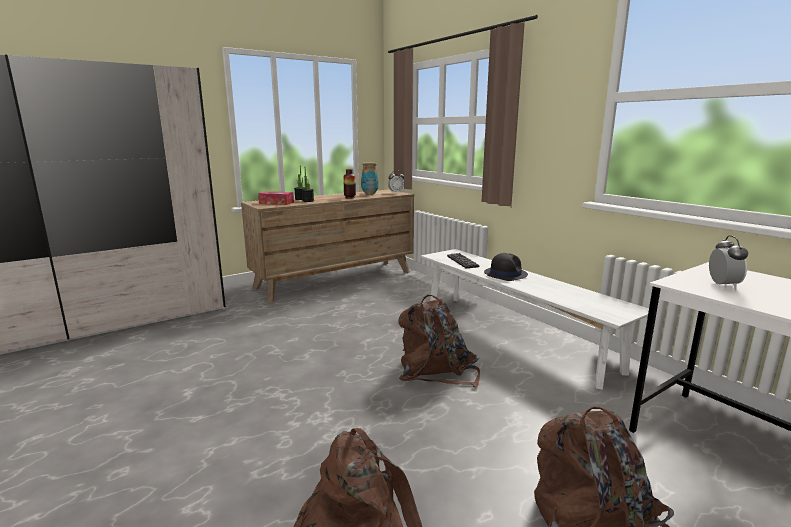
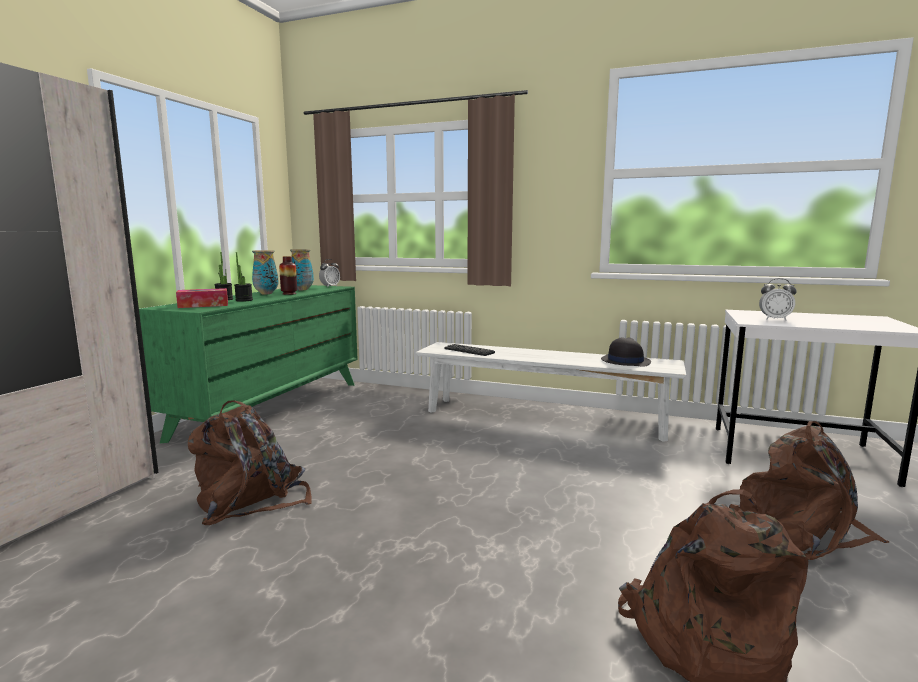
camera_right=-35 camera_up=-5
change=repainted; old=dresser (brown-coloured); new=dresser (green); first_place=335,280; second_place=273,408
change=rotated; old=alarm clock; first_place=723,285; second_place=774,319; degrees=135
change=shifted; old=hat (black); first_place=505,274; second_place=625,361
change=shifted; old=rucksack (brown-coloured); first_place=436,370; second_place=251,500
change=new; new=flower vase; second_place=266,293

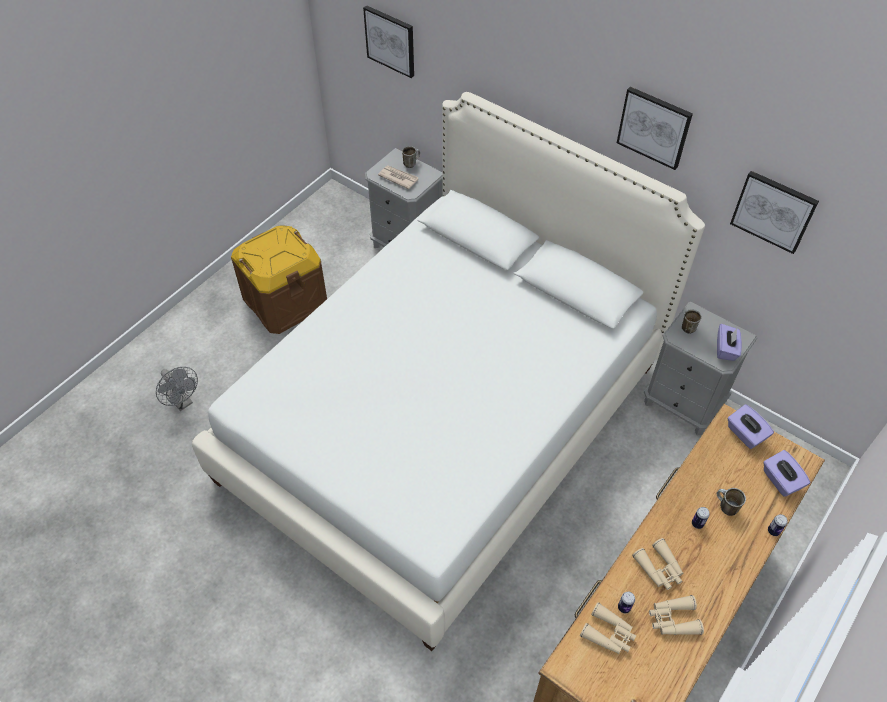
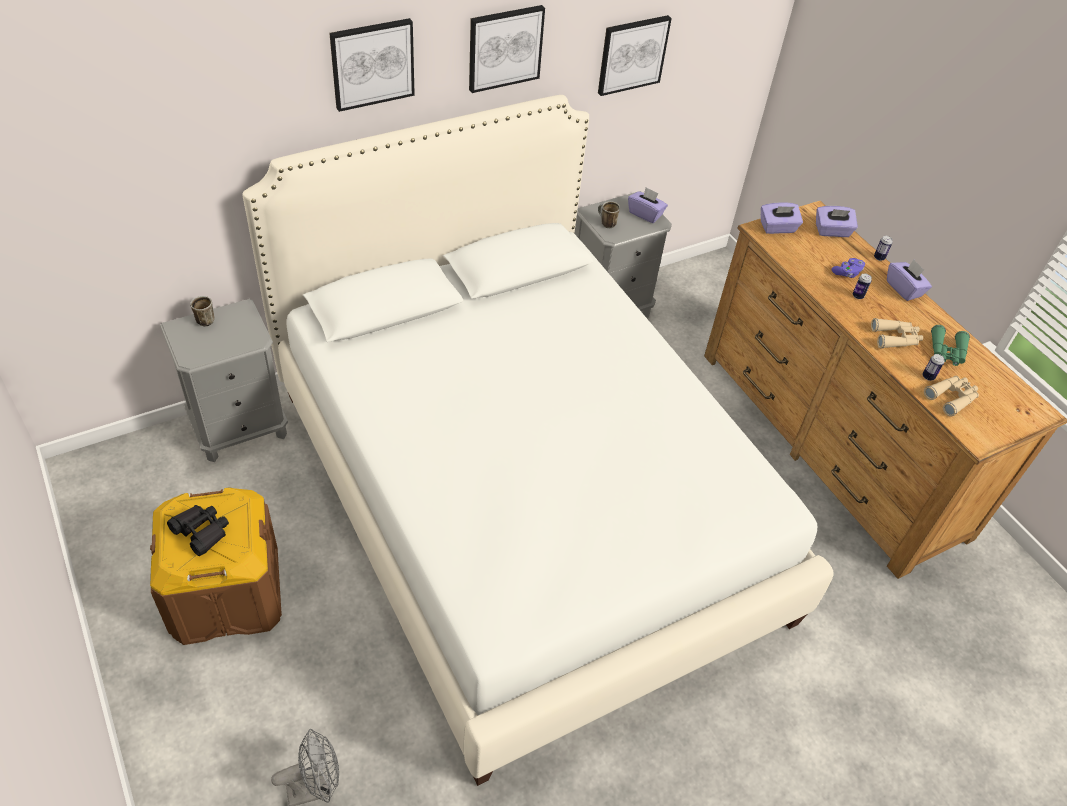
camera_right=-70 camera_up=-5
change=shifted; old=wall picture; first_place=390,41; second_place=372,63
change=gone; old=daily paper; first_place=398,178
change=swapped; old=tea mug; new=game controller (purple-coloured); first_place=725,507; second_place=847,273
change=repainted; old=binoculars (beige); new=binoculars (green); first_place=672,619; second_place=947,352
change=new; new=tissue box (purple-coloured); second_place=904,289
change=new; new=binoculars (black); second_place=201,532

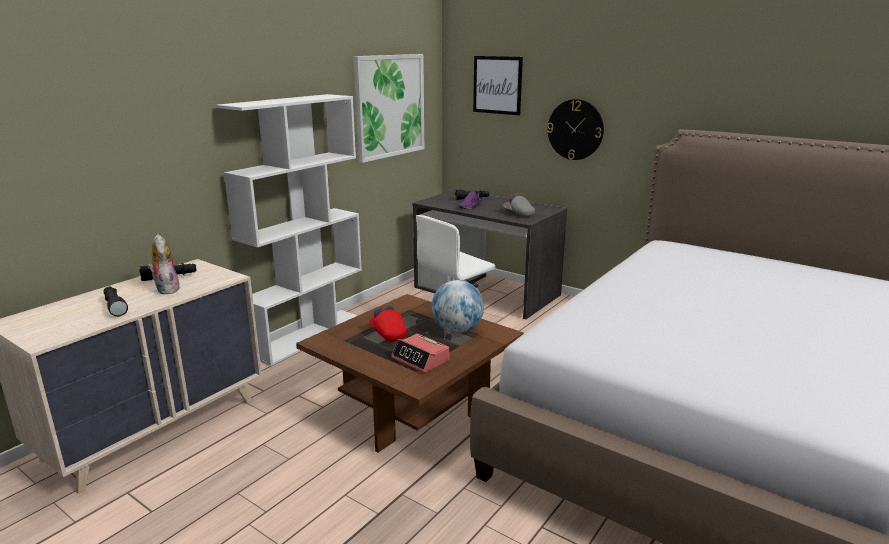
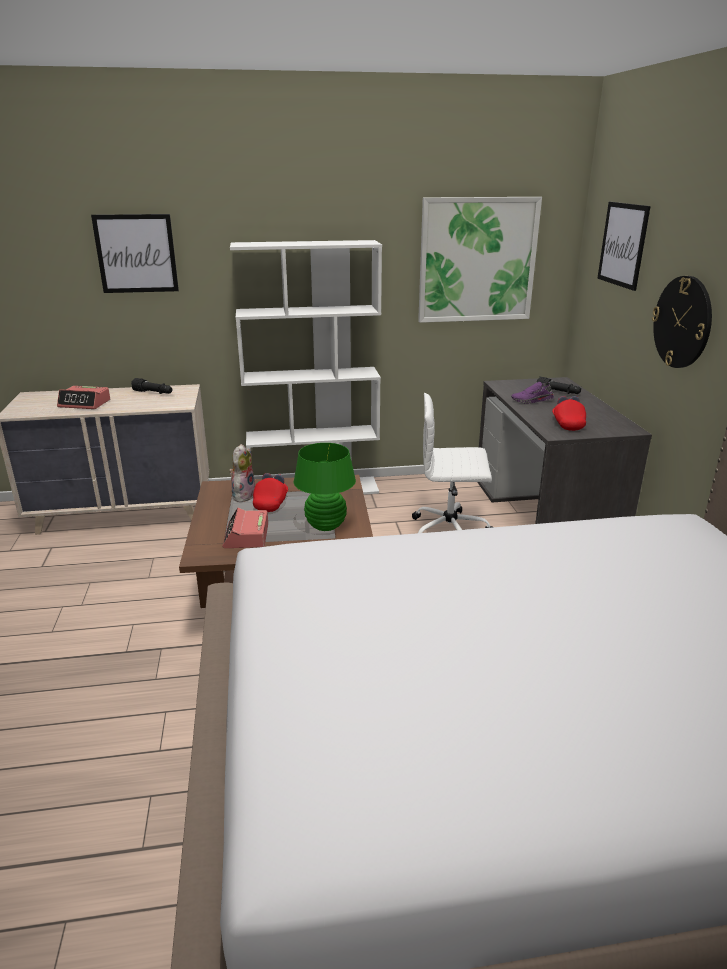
camera_right=45 camera_up=5
change=repainted; old=cap (greyish); new=cap (red-coloured); first_place=518,214; second_place=567,424
change=shifted; old=plush toy; first_place=166,289; second_place=243,495
change=swapped; old=globe; new=tabletop lamp (green); first_place=457,330; second_place=326,525
change=swapped; old=torch (black); new=alarm clock; first_place=115,306; second_place=85,403
change=new; new=wall picture; second_place=136,253

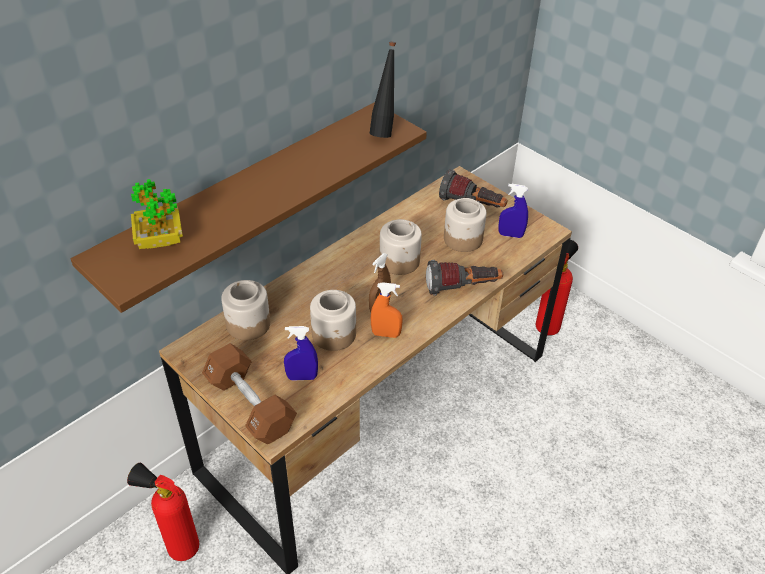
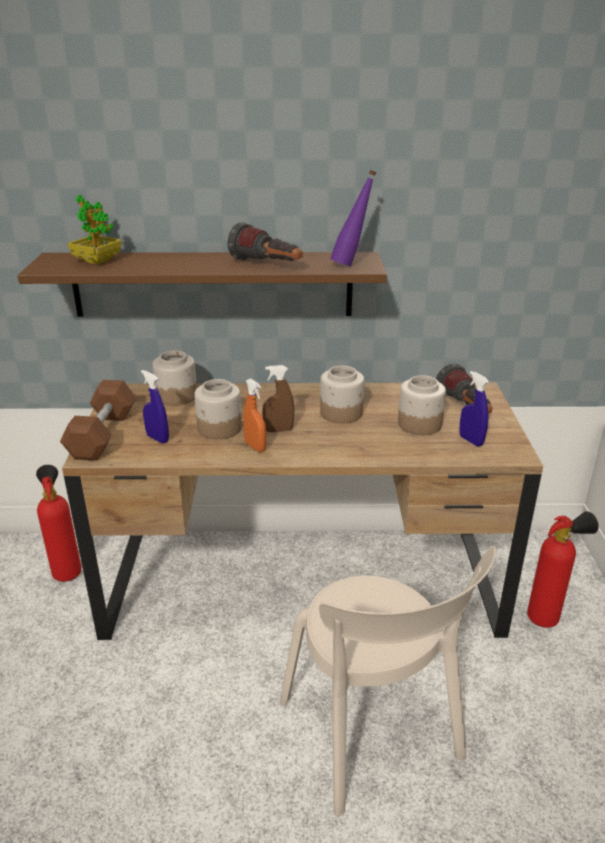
camera_right=45 camera_up=-15
change=repainted; old=beverage bottle (black); new=beverage bottle (purple-coloured); first_place=384,131; second_place=351,264
change=shifted; old=torch; first_place=462,288; second_place=268,266
change=new; new=plain chair (beige); second_place=373,736

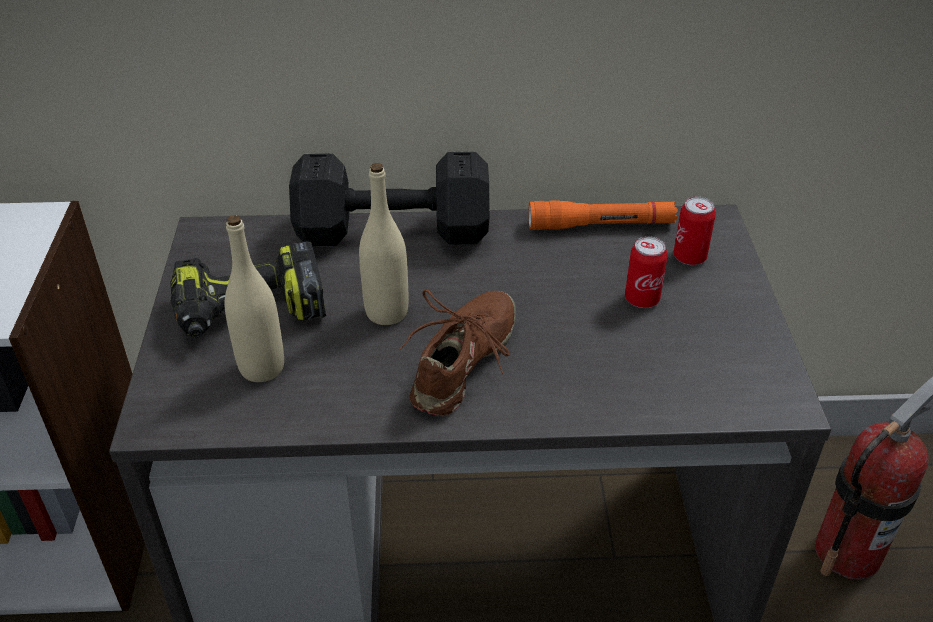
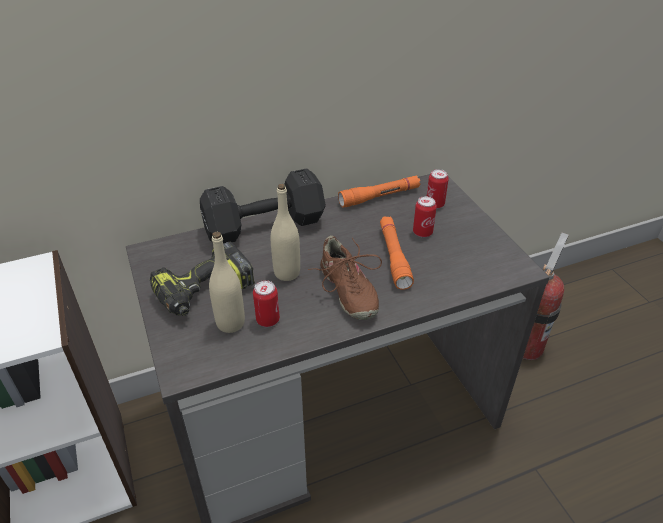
camera_right=-20 camera_up=0
change=rotated; old=low shoe (brown-coloured); first_place=464,364; second_place=347,291; degrees=150
change=new; new=torch (orange-coloured); second_place=394,257
change=new; new=sealed can; second_place=267,320

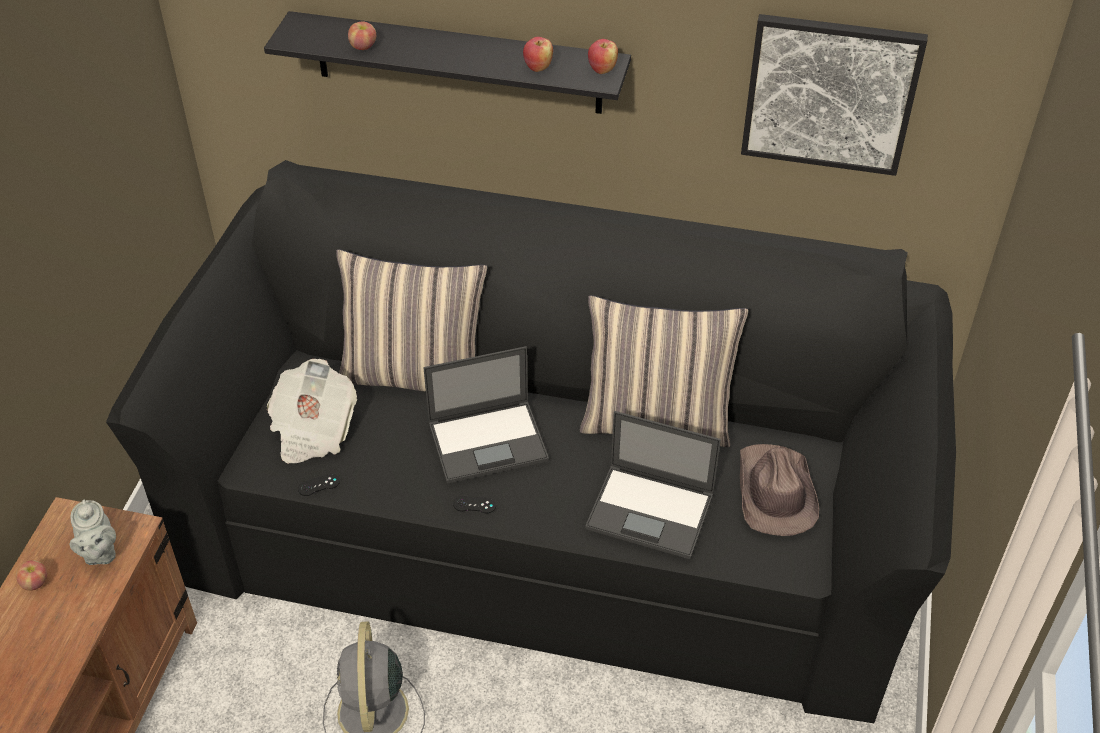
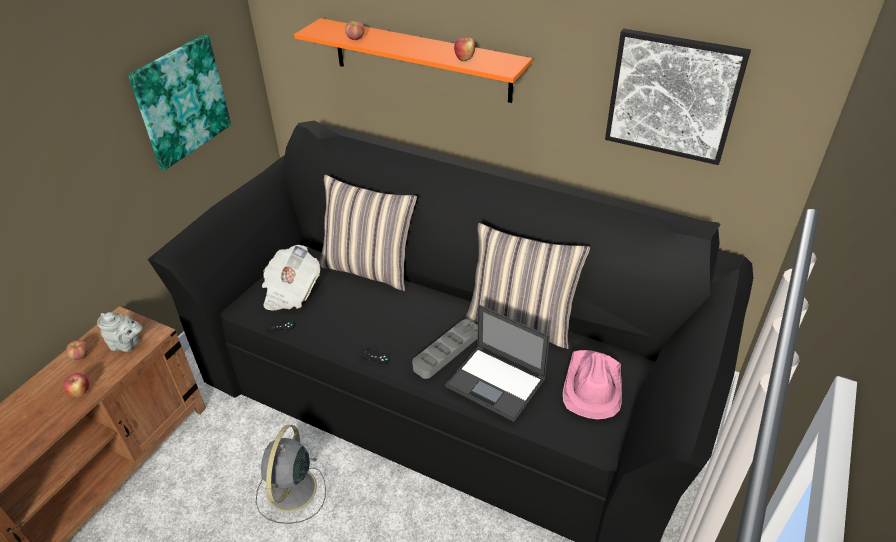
camera_right=15 camera_up=-5
change=repainted; old=wall shelf (black); new=wall shelf (orange-coloured); first_place=458,63; second_place=421,60
change=shifted; old=apple fruit; first_place=602,69; second_place=80,392
change=gone; old=notebook computer; first_place=489,441
change=repainted; old=hat (brown-coloured); new=hat (pink); first_place=774,492; second_place=592,386
change=rotated; old=teapot (greyish); first_place=99,553; second_place=127,344; degrees=-75
change=new; new=wall picture; second_place=181,101
change=new; new=serving tray (greyish); second_place=446,351

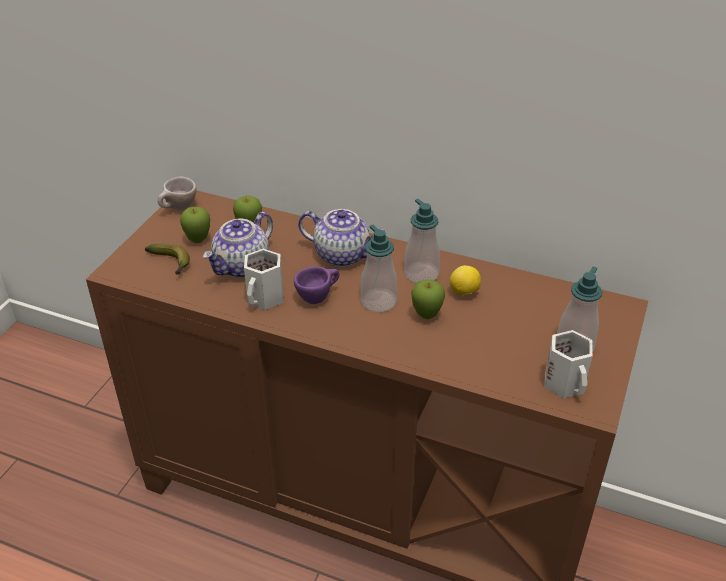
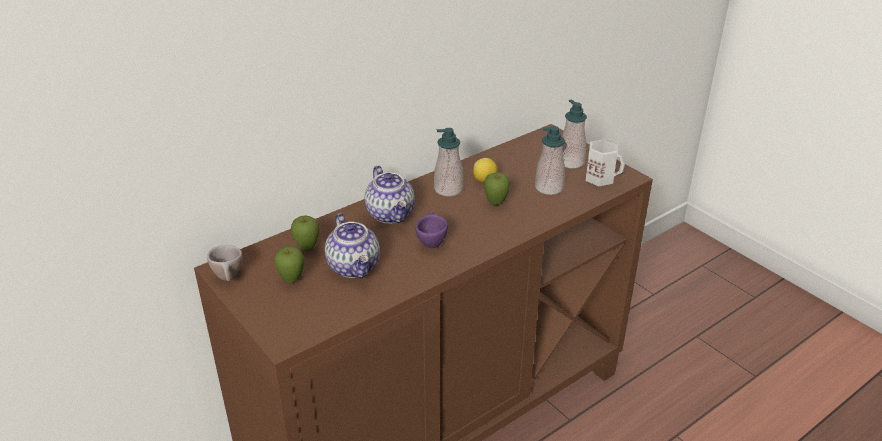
camera_right=-60 camera_up=-5
change=rotated; old=teapot; first_place=343,255; second_place=391,214; degrees=105
change=shifted; old=liquid soap bottle; first_place=378,301; second_place=549,188
change=gone; old=whole banana; first_place=171,263
change=gone; old=tea mug (whitish); first_place=265,298

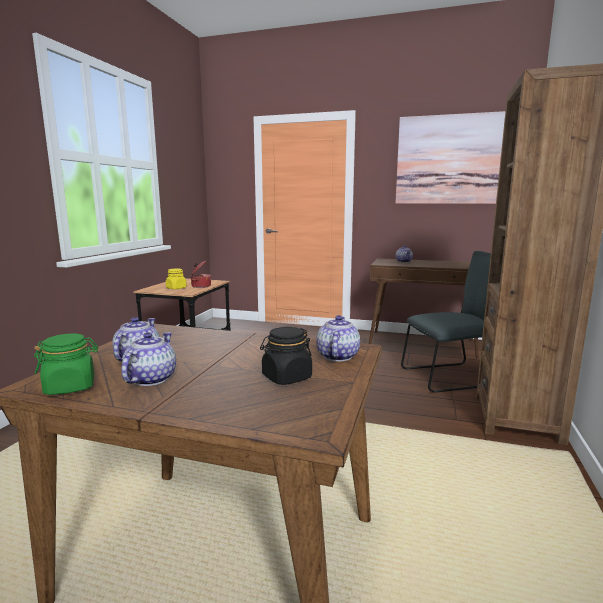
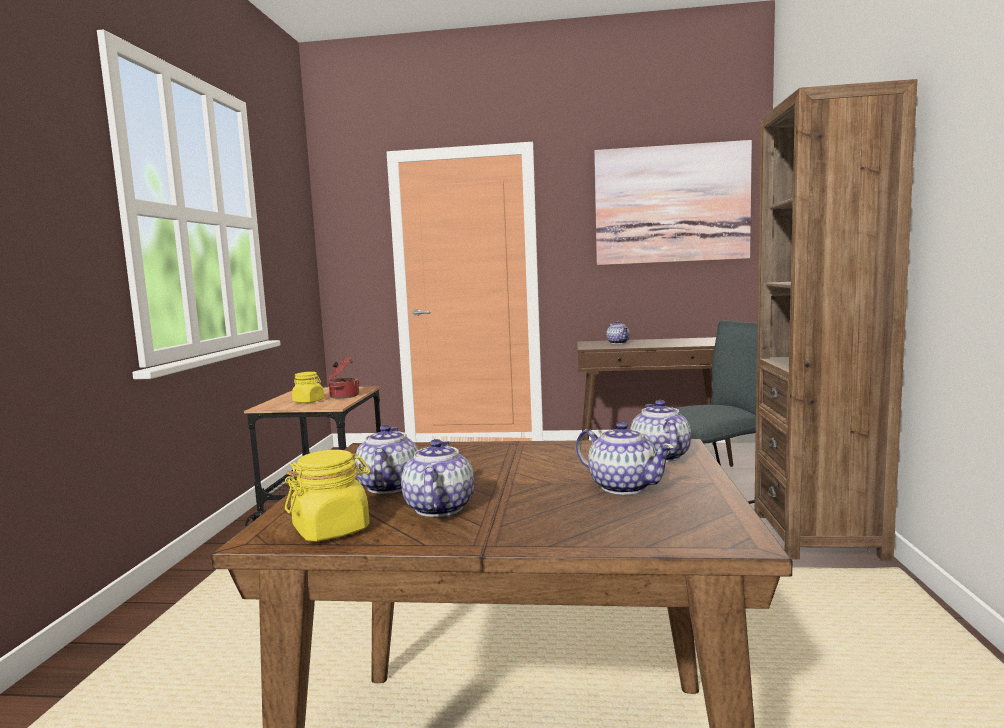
camera_right=-10 camera_up=-5
change=swapped; old=storage jar (black); new=teapot; first_place=286,377; second_place=623,486
change=repainted; old=storage jar (green); new=storage jar (yellow); first_place=70,387; second_place=332,529

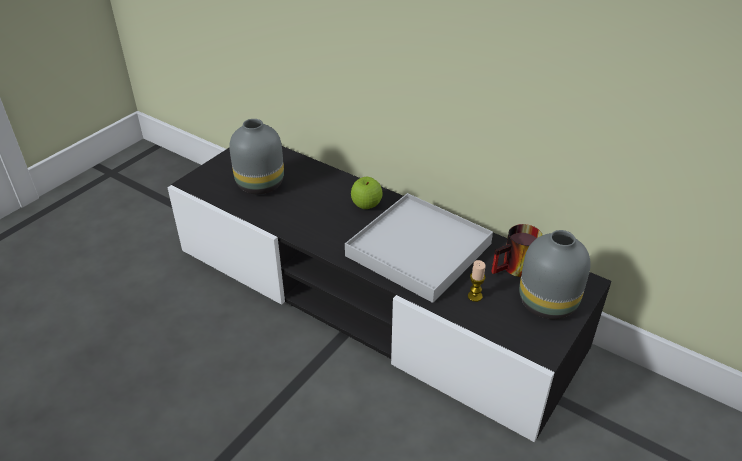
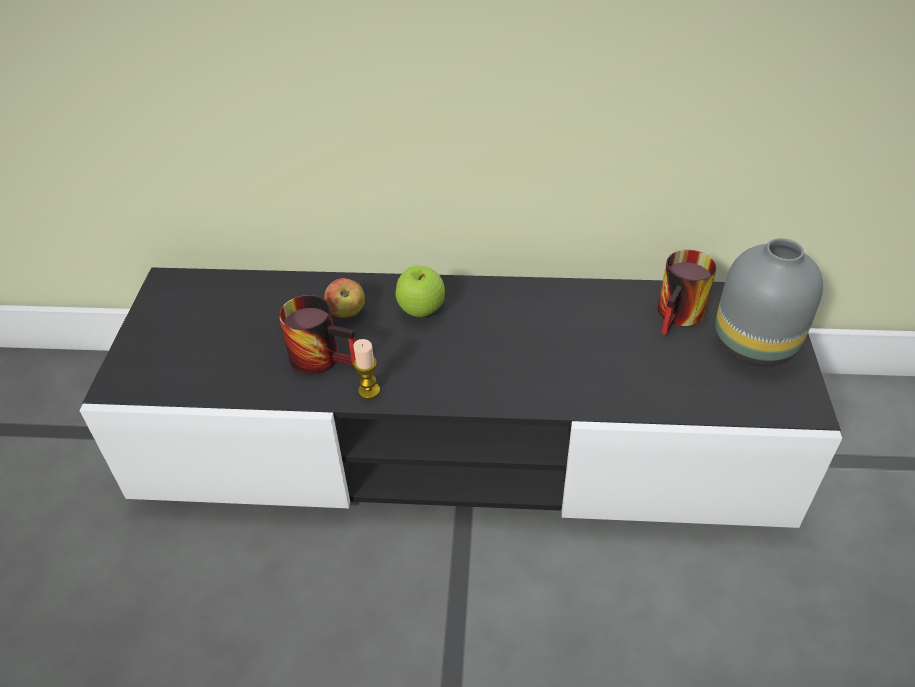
camera_right=-30 camera_up=5
change=gone; old=flower vase (greyish); first_place=259,184
change=gone; old=serving tray (whitish); first_place=418,250
change=shifted; old=wax light; first_place=475,296; second_place=369,391
change=new; new=apple fruit; second_place=346,312
change=new; new=tea mug; second_place=324,355

